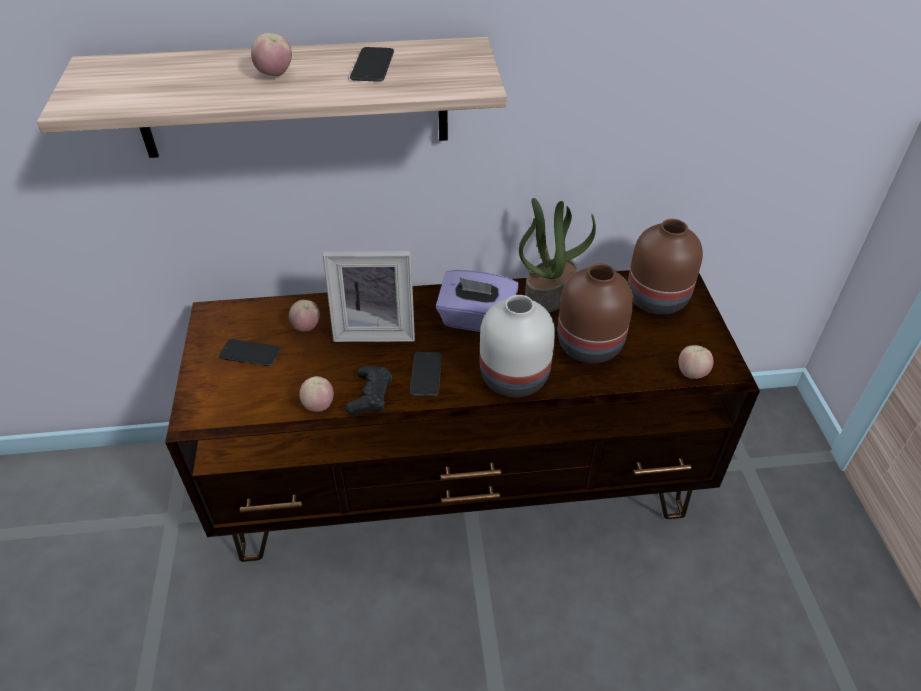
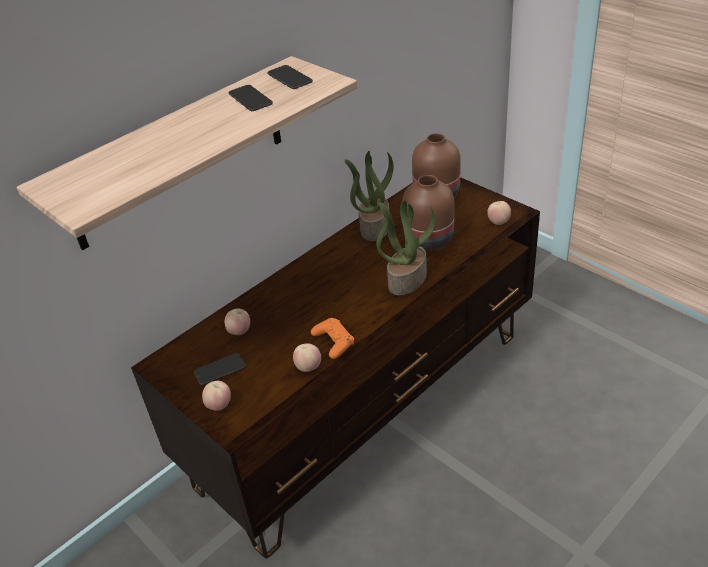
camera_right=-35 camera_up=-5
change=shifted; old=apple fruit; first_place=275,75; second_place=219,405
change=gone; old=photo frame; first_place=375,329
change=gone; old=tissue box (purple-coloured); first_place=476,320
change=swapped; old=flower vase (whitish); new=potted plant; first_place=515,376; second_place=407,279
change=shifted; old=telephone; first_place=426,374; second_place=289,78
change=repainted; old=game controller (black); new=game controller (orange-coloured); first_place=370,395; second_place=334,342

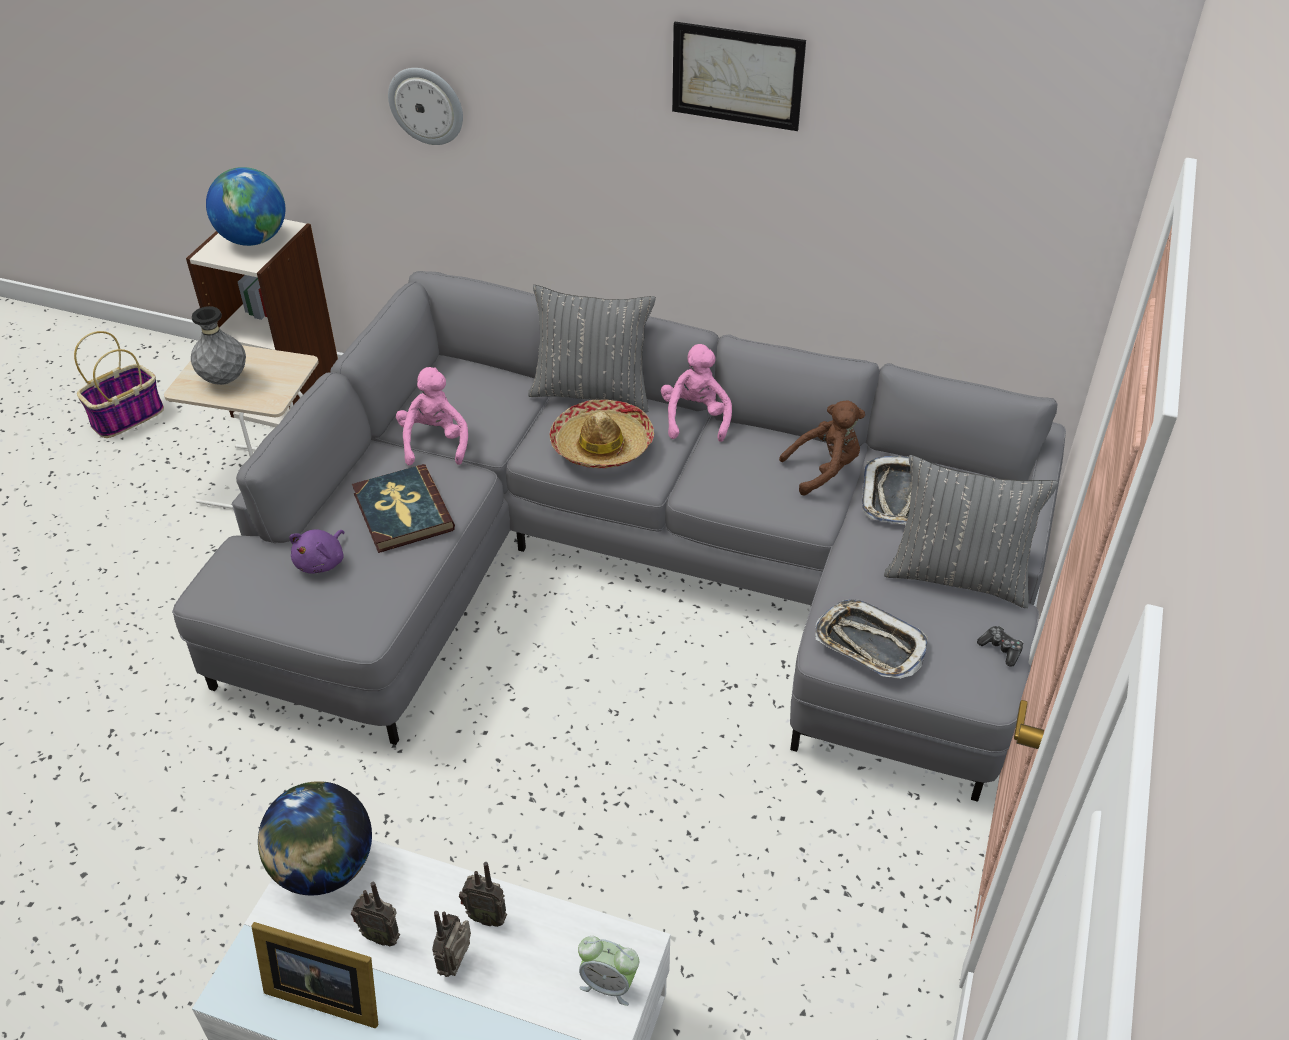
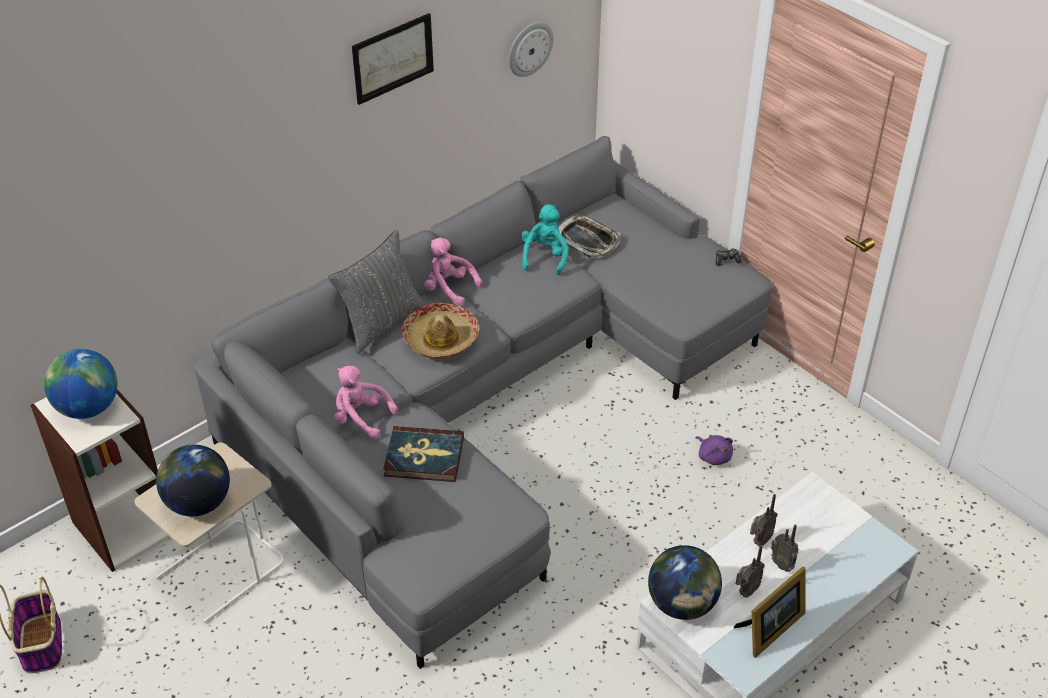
camera_right=-60 camera_up=0
change=shifted; old=wall clock; first_place=426,105; second_place=529,48
change=swapped; old=flower vase (greyish); new=globe; first_place=224,380; second_place=198,503
change=repainted; old=plush toy (brown-coloured); new=plush toy (turquoise); first_place=824,470; second_place=545,257
change=gone; old=pillow (greyish); first_place=957,576
change=shifted; old=plush toy (purple-coloured); first_place=322,562; second_place=713,456
change=gone; old=serving tray; first_place=869,645
change=gone; old=alarm clock; first_place=608,984

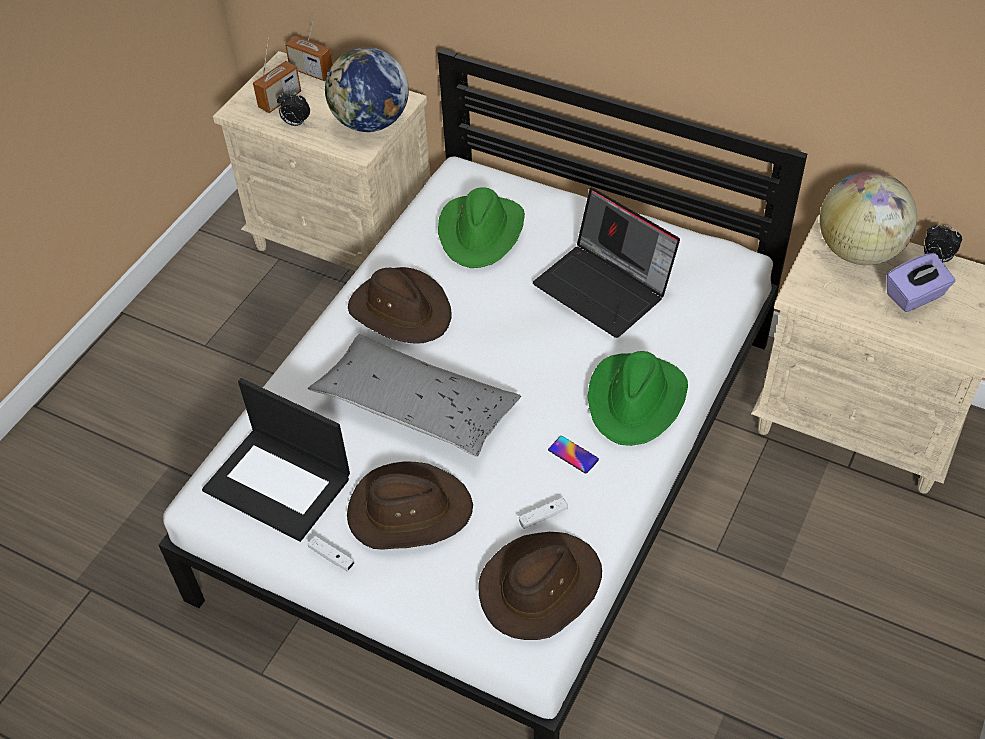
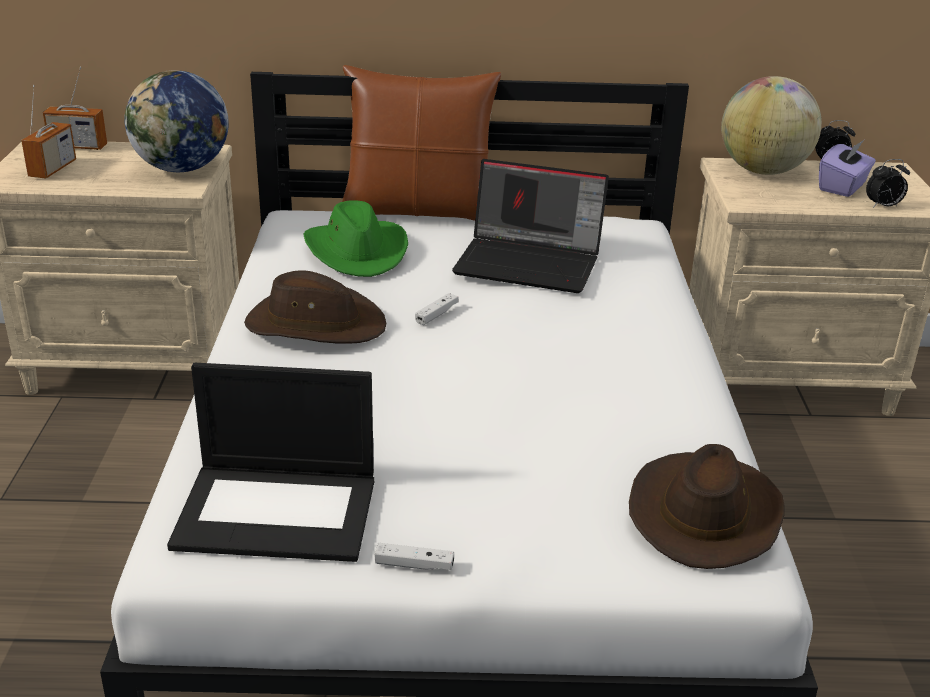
camera_right=-30 camera_up=-20
change=shifted; old=alarm clock; first_place=296,123; second_place=883,206
change=gone; old=pillow (greyish); first_place=416,407
change=gone; old=hat (green); first_place=636,400
change=gone; old=telephone; first_place=573,455
change=gone; old=hat (brown-coloured); first_place=409,511
change=shifted; old=game controller (whitish); first_place=543,516; second_place=436,314
change=new; new=pillow (brown-coloured); second_place=418,211

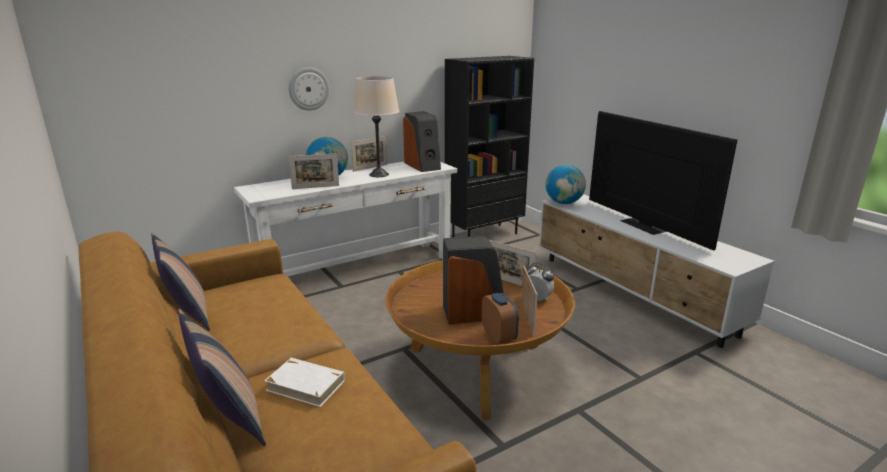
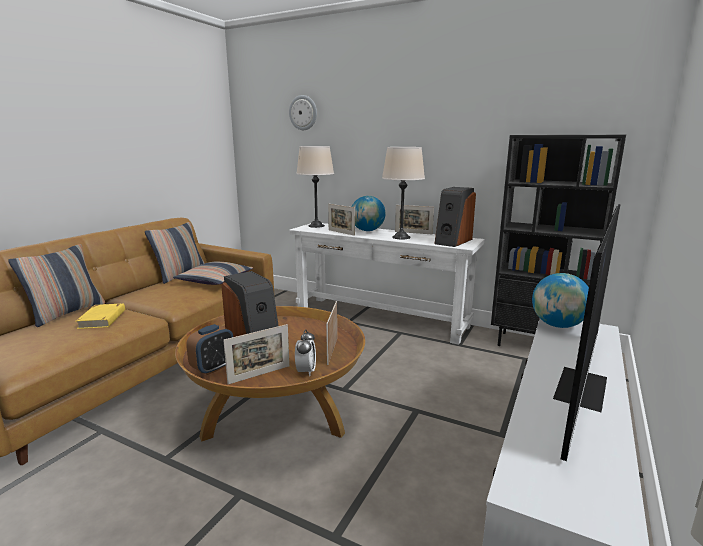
camera_right=60 camera_up=-5
change=shifted; old=wall clock; first_place=308,88; second_place=303,113
change=repainted; old=bound book (whitish); new=bound book (yellow); first_place=305,385; second_place=102,319
change=new; new=tabletop lamp (beige); second_place=316,226
change=new; new=pillow; second_place=215,280

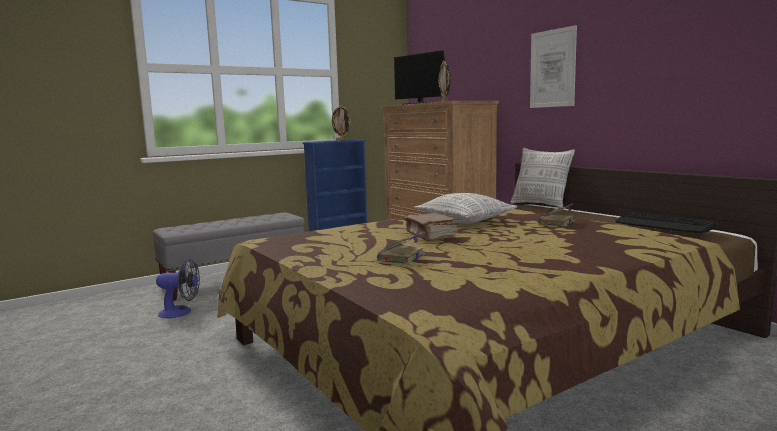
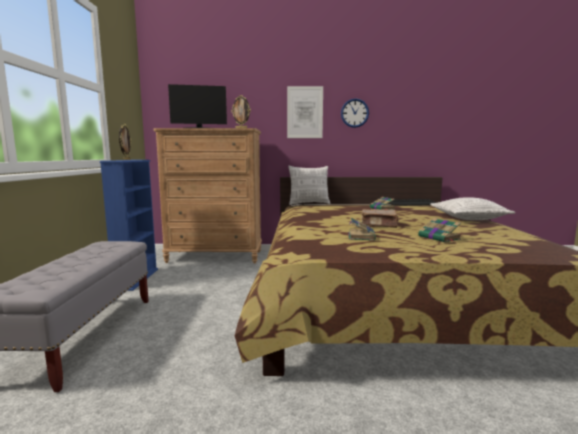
camera_right=-55 camera_up=0
change=shifted; old=pillow; first_place=465,220; second_place=468,218
change=gone; old=fan; first_place=181,312
change=new; new=wall clock; second_place=354,113
change=new; new=bound book; second_place=361,236

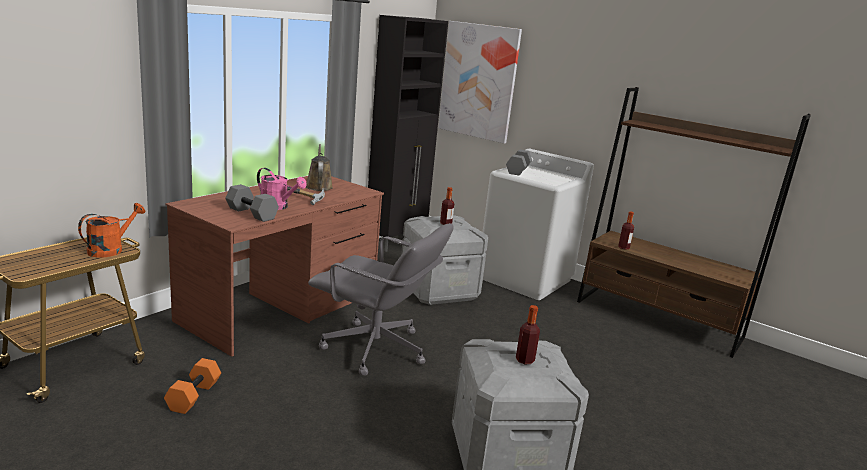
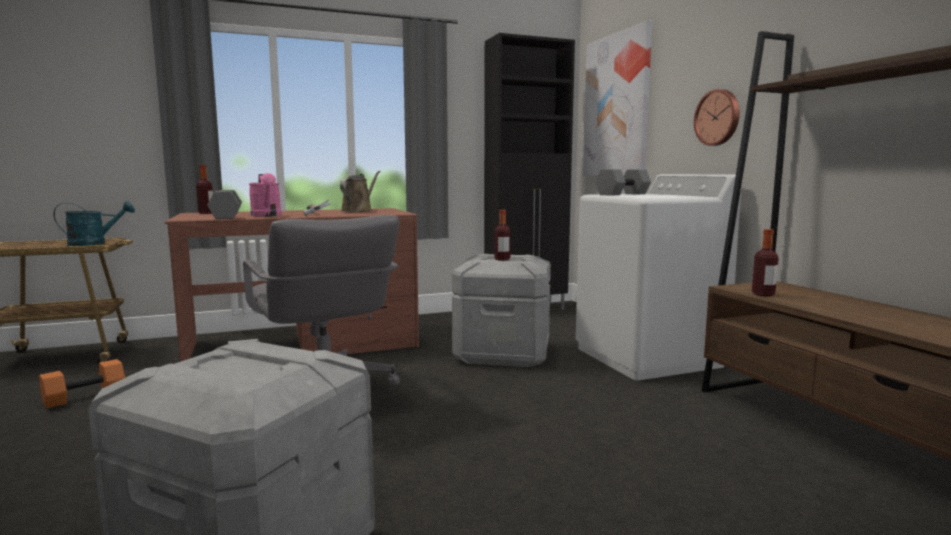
camera_right=35 camera_up=-10
change=repainted; old=watering pot (orange-coloured); new=watering pot (turquoise); first_place=111,249; second_place=94,243
change=shifted; old=beverage bottle; first_place=525,360; second_place=206,213
change=new; new=wall clock; second_place=718,117

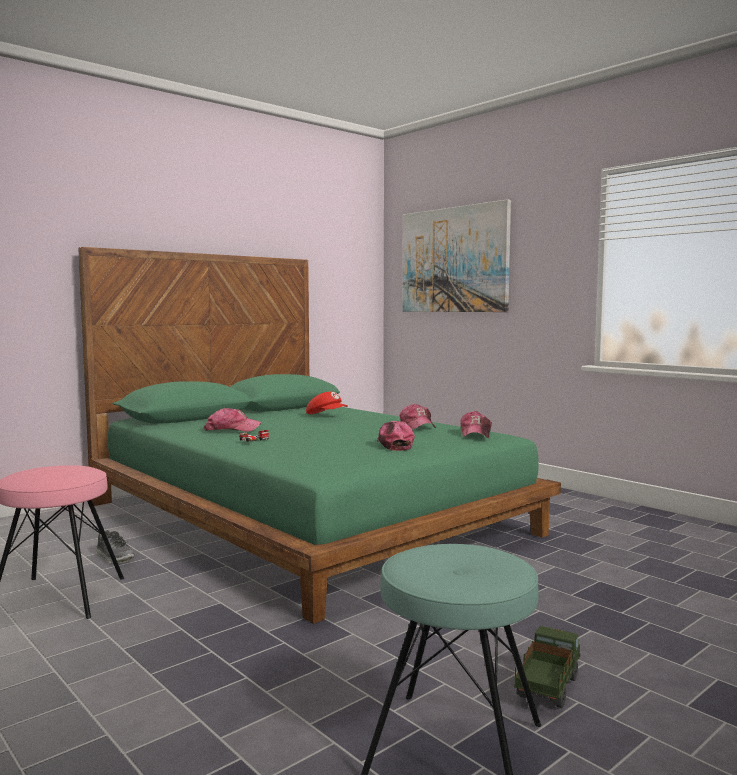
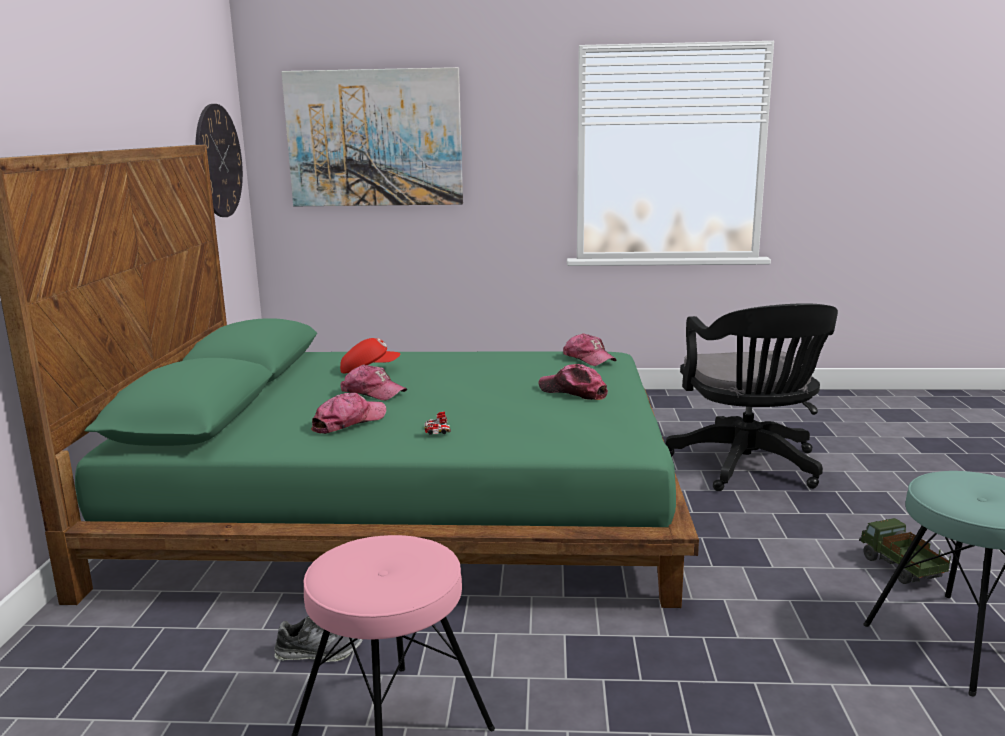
camera_right=-45 camera_up=10
change=shifted; old=cap; first_place=417,425; second_place=373,392
change=new; new=wall clock; second_place=218,161
change=new; new=computer chair (black); second_place=748,467

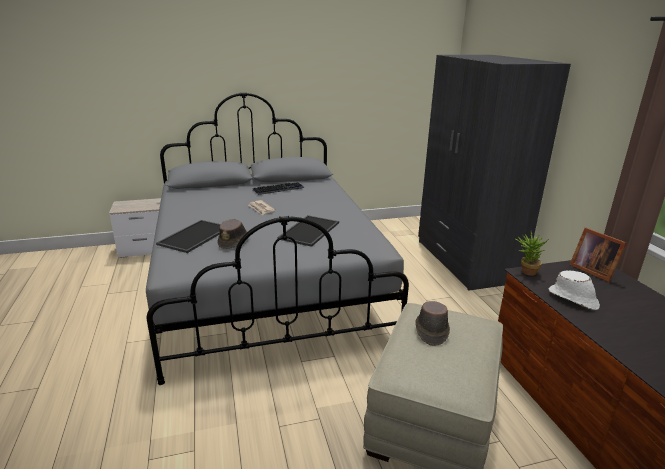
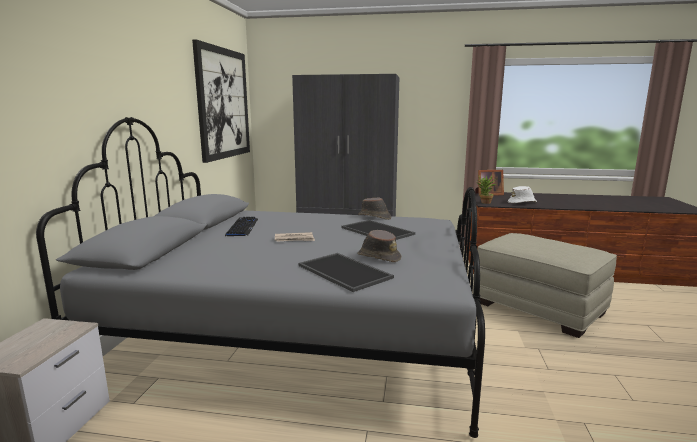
camera_right=-65 camera_up=-10
change=shifted; old=hat (brown-coloured); first_place=431,330; second_place=374,217
change=new; new=wall picture; second_place=223,103

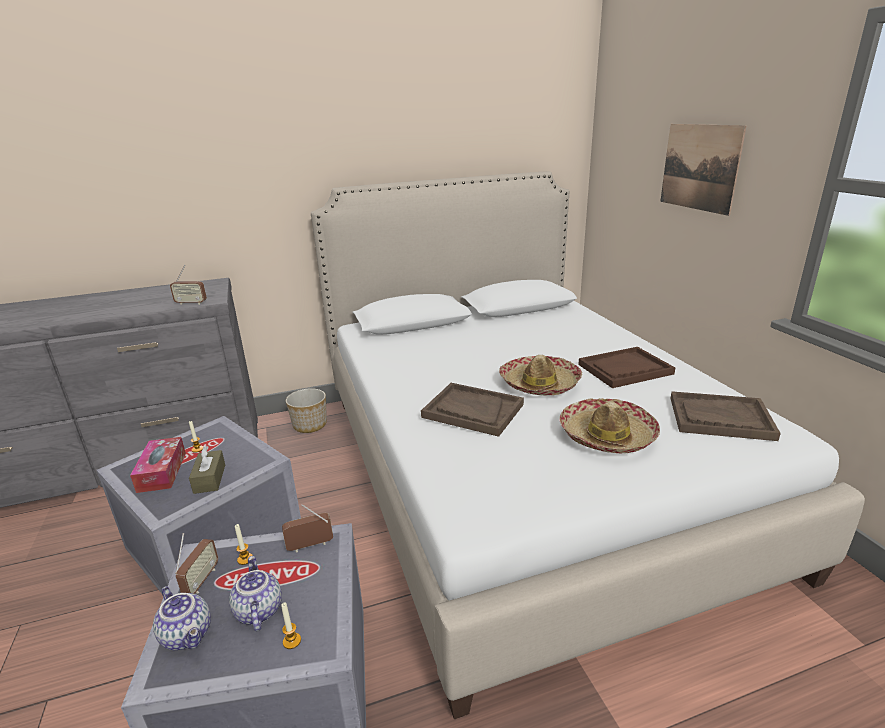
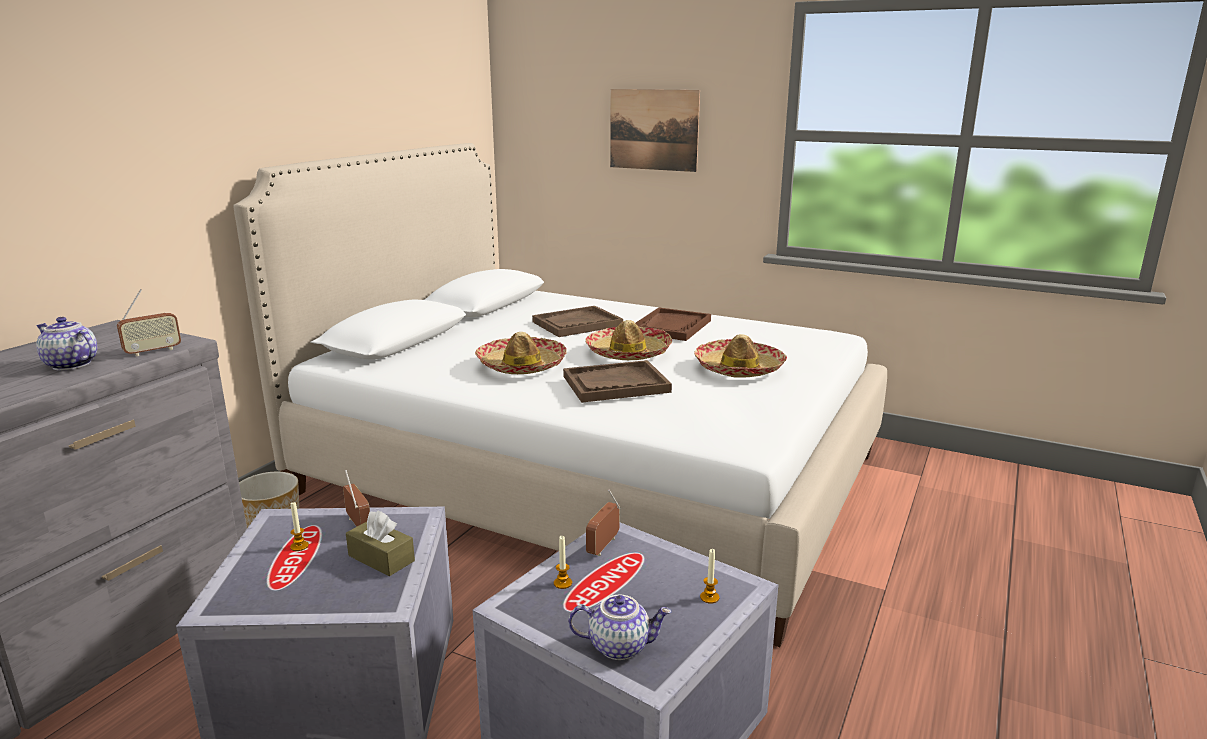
camera_right=-45 camera_up=-5
change=shifted; old=serving tray (brown-coloured); first_place=720,418; second_place=577,324
change=gone; old=tissue box; first_place=162,472
change=shifted; old=radio receiver; first_place=201,580; second_place=358,525
change=shifted; old=teapot; first_place=257,611; second_place=70,365
change=new; new=hat; second_place=521,366

